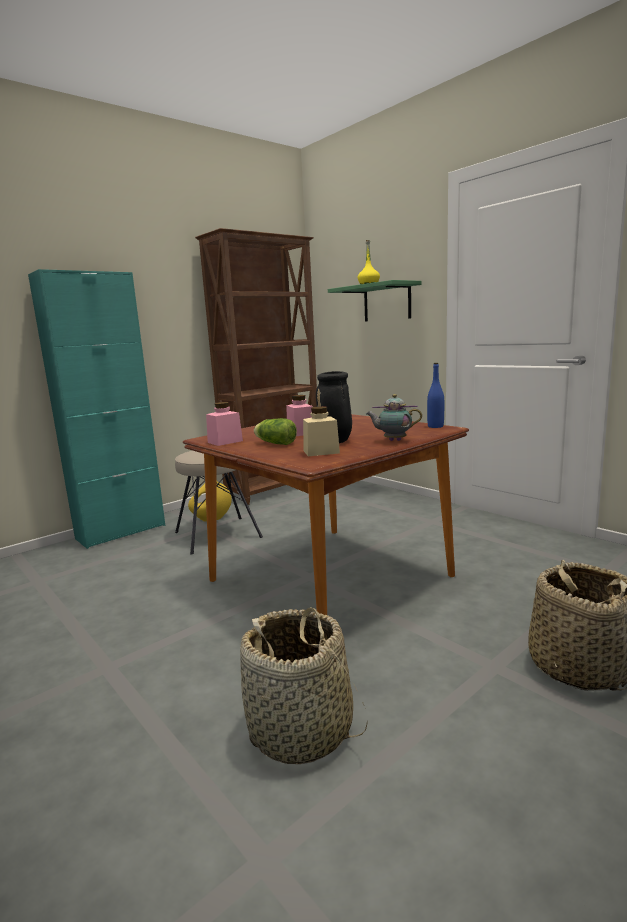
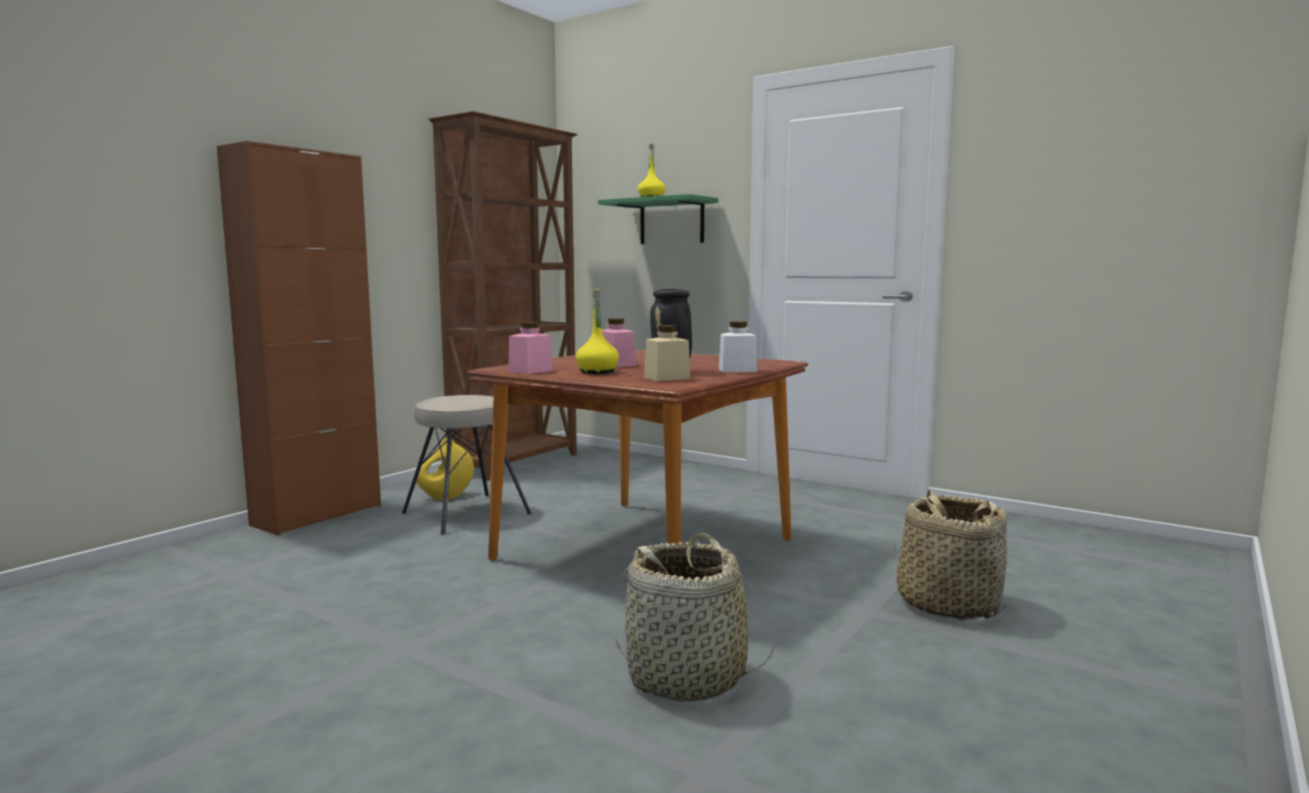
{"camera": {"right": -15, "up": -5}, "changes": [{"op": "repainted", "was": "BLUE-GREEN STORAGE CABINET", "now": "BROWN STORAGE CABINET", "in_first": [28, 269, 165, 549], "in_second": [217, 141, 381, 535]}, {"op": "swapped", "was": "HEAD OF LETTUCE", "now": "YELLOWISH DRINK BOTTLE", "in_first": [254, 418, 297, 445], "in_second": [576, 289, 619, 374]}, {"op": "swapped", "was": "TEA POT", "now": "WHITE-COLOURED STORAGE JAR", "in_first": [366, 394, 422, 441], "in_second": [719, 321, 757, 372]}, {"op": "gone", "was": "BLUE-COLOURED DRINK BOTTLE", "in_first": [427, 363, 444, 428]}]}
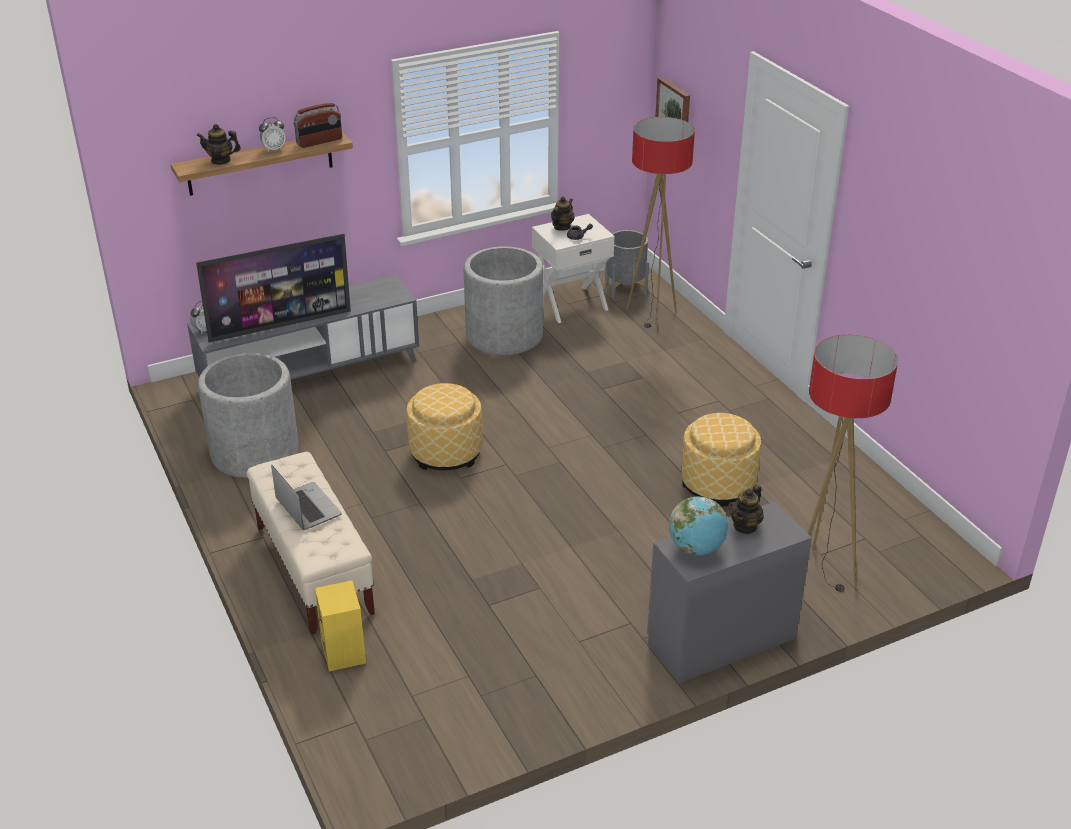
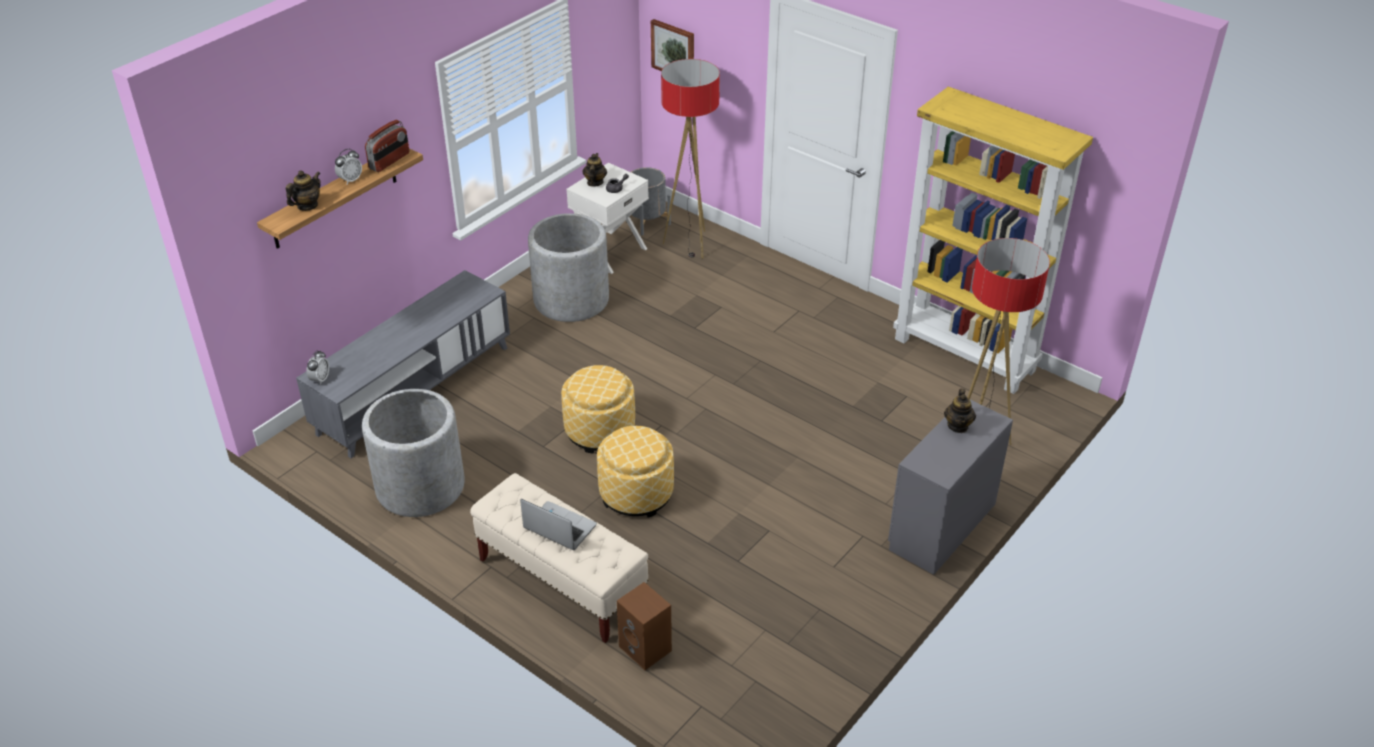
{"camera": {"right": -25, "up": 5}, "changes": [{"op": "gone", "was": "TV SET", "in_first": [196, 234, 351, 343]}, {"op": "rotated", "was": "TEA POT", "in_first": [197, 124, 241, 165], "in_second": [286, 170, 321, 211], "clockwise": 150}, {"op": "repainted", "was": "YELLOWISH AUDIO SPEAKER", "now": "BROWN AUDIO SPEAKER", "in_first": [315, 580, 366, 671], "in_second": [617, 582, 672, 670]}, {"op": "gone", "was": "DESK GLOBE", "in_first": [669, 496, 728, 556]}, {"op": "shifted", "was": "POUFFE", "in_first": [681, 413, 761, 506], "in_second": [597, 426, 674, 518]}, {"op": "new", "now": "YELLOWISH SHELVING UNIT", "in_second": [893, 87, 1093, 394]}]}
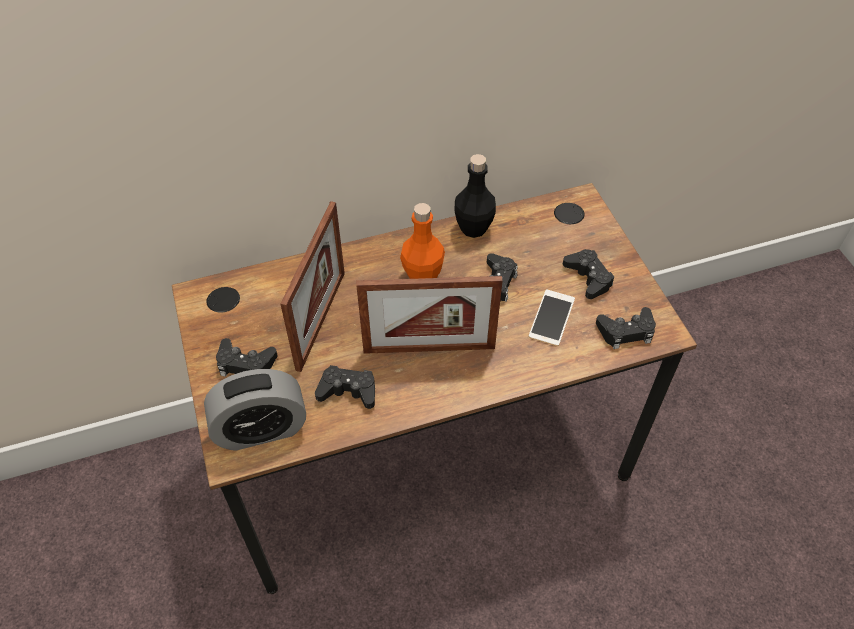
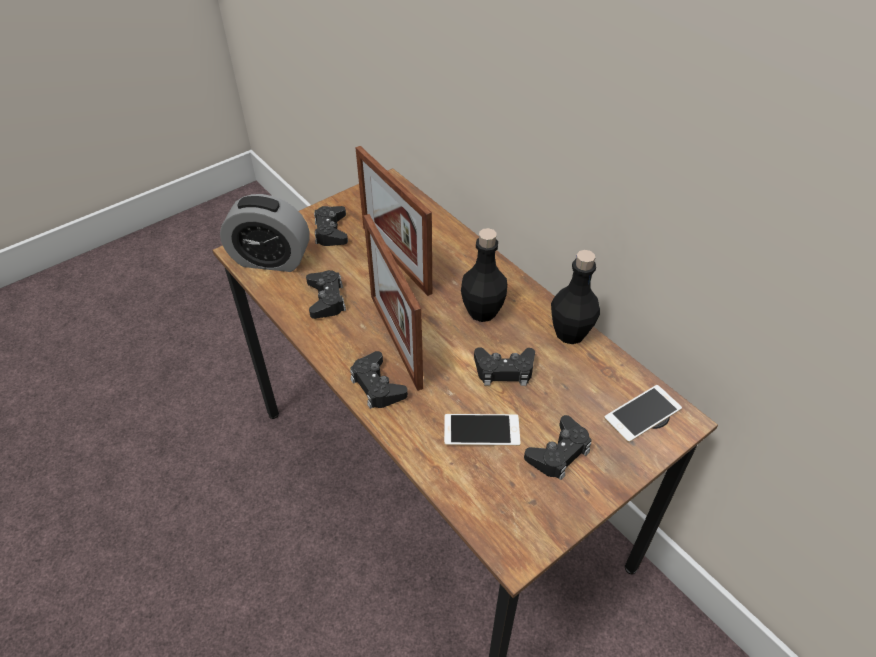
{"camera": {"right": 70, "up": -5}, "changes": [{"op": "rotated", "was": "ALARM CLOCK", "in_first": [204, 369, 306, 451], "in_second": [220, 194, 310, 272], "clockwise": -45}, {"op": "rotated", "was": "PICTURE FRAME", "in_first": [280, 201, 345, 372], "in_second": [355, 146, 432, 296], "clockwise": 60}, {"op": "repainted", "was": "ORANGE DRINK BOTTLE", "now": "BLACK DRINK BOTTLE", "in_first": [400, 203, 445, 279], "in_second": [461, 228, 507, 322]}, {"op": "shifted", "was": "BLACK GAME CONTROLLER", "in_first": [596, 307, 656, 349], "in_second": [350, 351, 408, 409]}, {"op": "new", "now": "HANDSET", "in_second": [604, 385, 682, 442]}]}
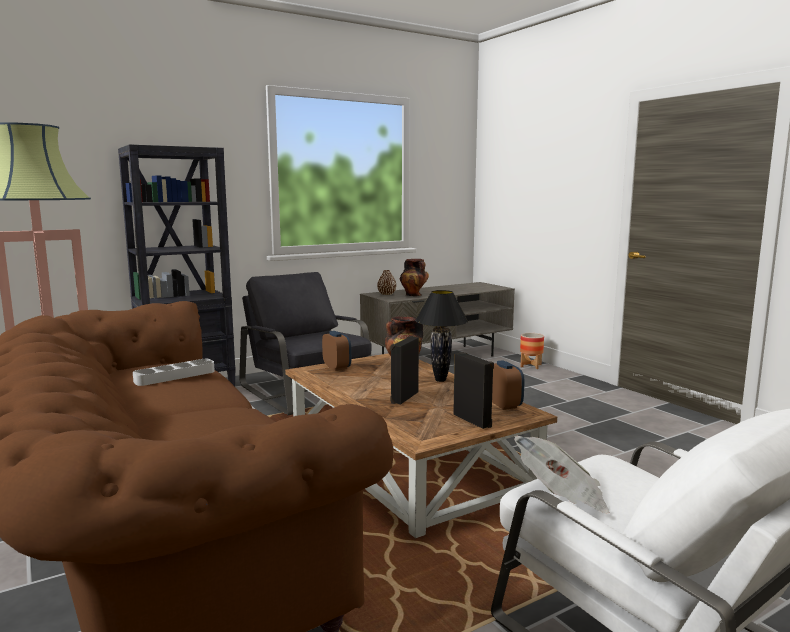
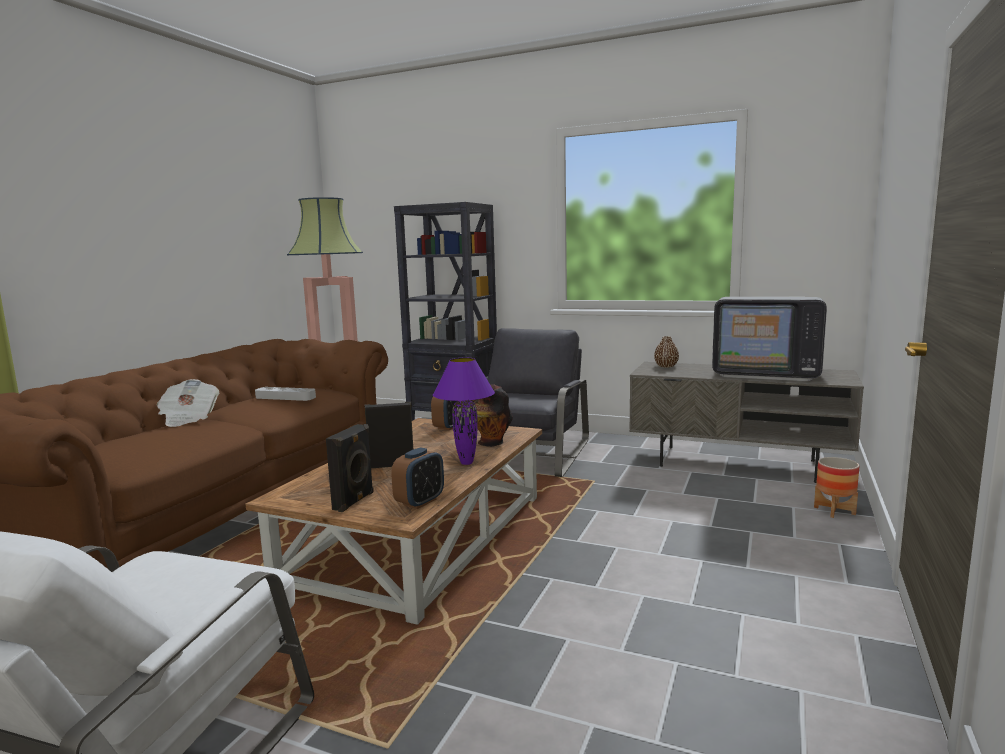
{"camera": {"right": 55, "up": 0}, "changes": [{"op": "gone", "was": "VASE", "in_first": [400, 259, 429, 296]}, {"op": "repainted", "was": "BLACK TABLE LAMP", "now": "PURPLE TABLE LAMP", "in_first": [415, 290, 468, 382], "in_second": [433, 358, 495, 465]}, {"op": "shifted", "was": "DAILY PAPER", "in_first": [514, 436, 610, 513], "in_second": [157, 379, 219, 427]}, {"op": "new", "now": "TV SET", "in_second": [712, 297, 827, 381]}]}
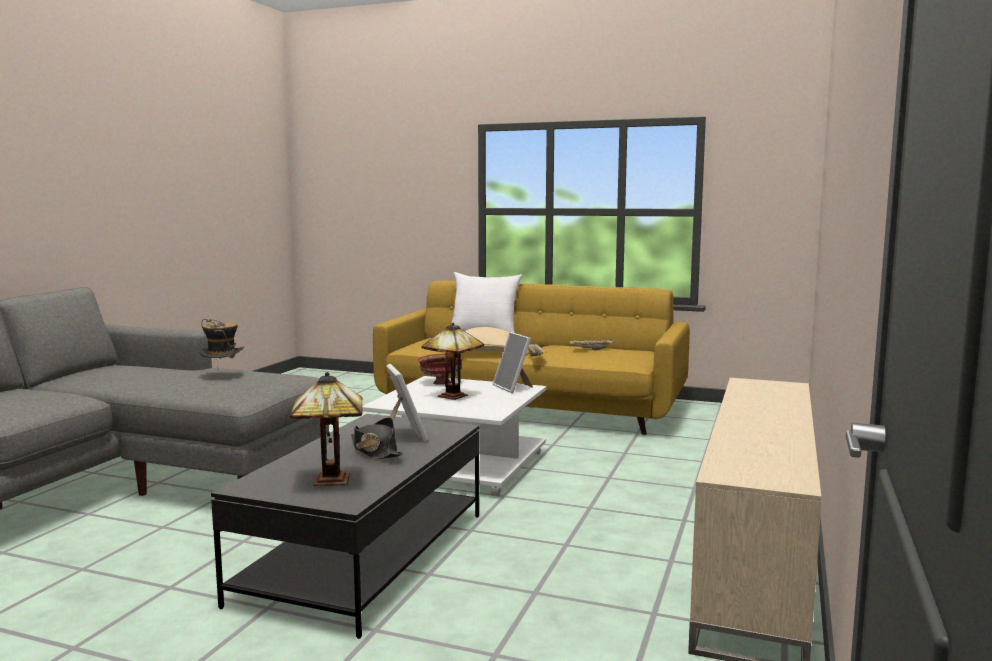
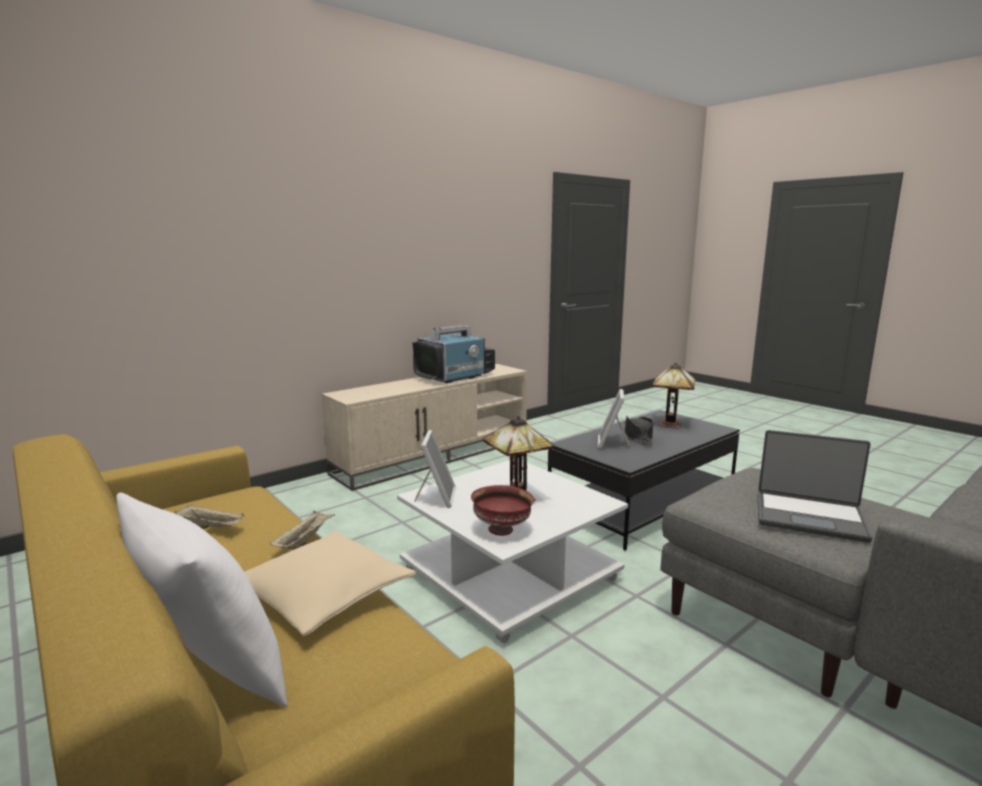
{"camera": {"right": -150, "up": 5}, "changes": [{"op": "swapped", "was": "CLOTHING HAT", "now": "NOTEBOOK COMPUTER", "in_first": [198, 319, 244, 368], "in_second": [758, 430, 872, 543]}, {"op": "new", "now": "TV SET", "in_second": [413, 325, 495, 383]}]}
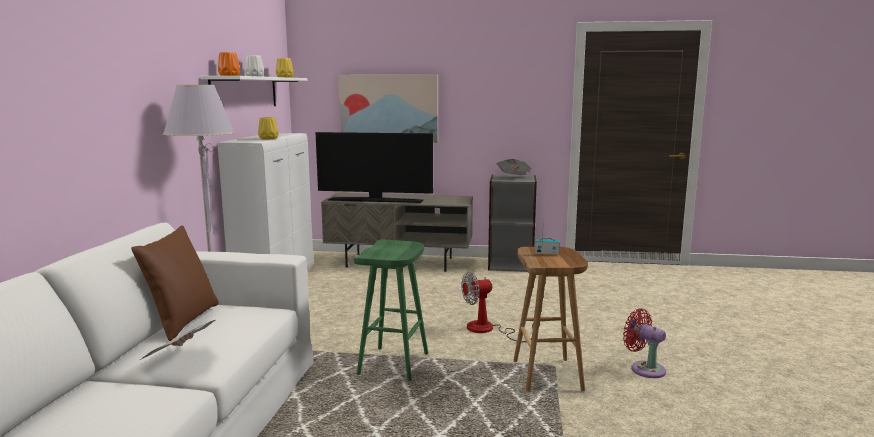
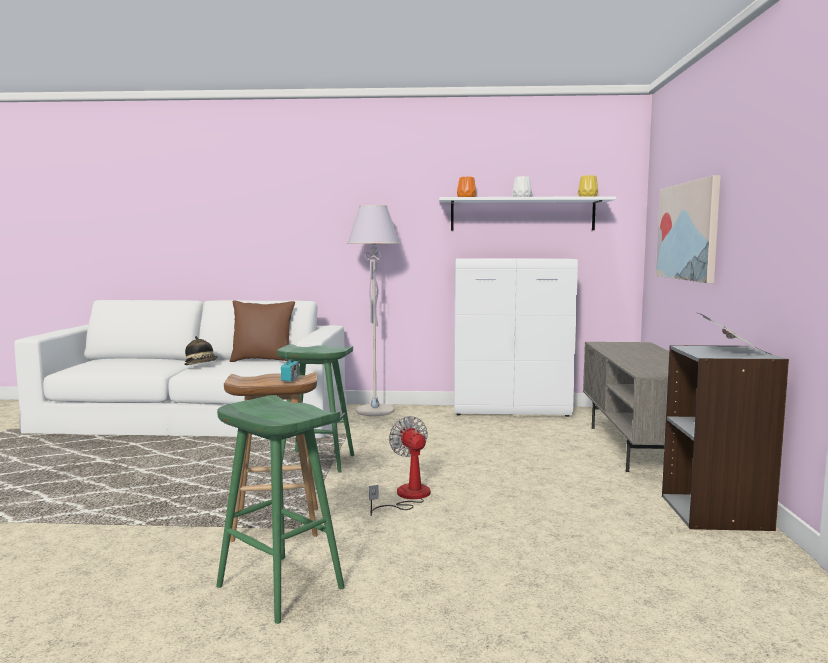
{"camera": {"right": 85, "up": -5}, "changes": [{"op": "swapped", "was": "DAILY PAPER", "now": "CLOTHING HAT", "in_first": [140, 320, 215, 360], "in_second": [184, 336, 218, 365]}, {"op": "gone", "was": "YELLOWISH VASE", "in_first": [258, 117, 279, 139]}, {"op": "gone", "was": "TV SET", "in_first": [316, 132, 433, 203]}, {"op": "swapped", "was": "RED-COLOURED COOLING FAN", "now": "GREEN SITTING STOOL", "in_first": [623, 309, 666, 378], "in_second": [216, 395, 345, 624]}]}
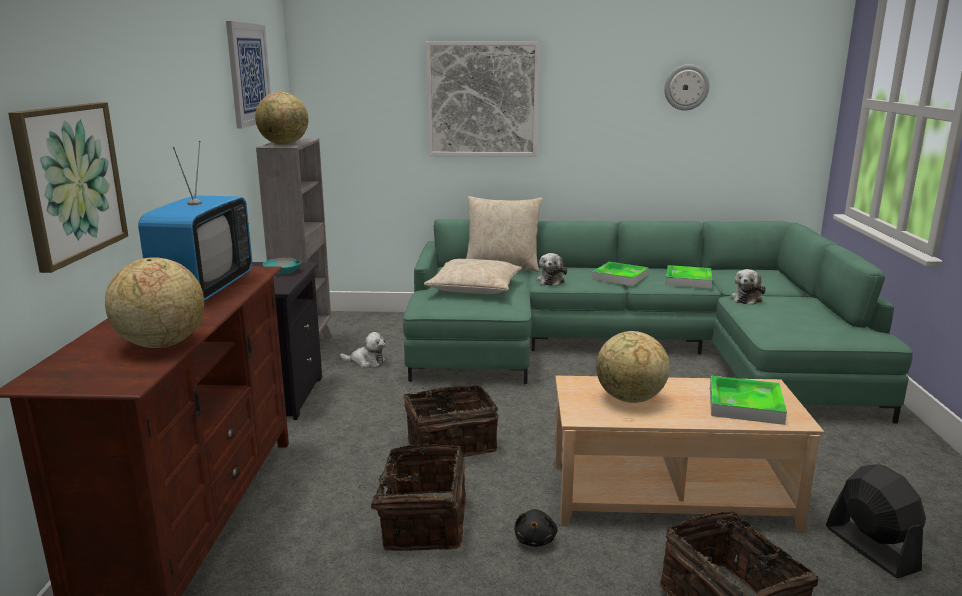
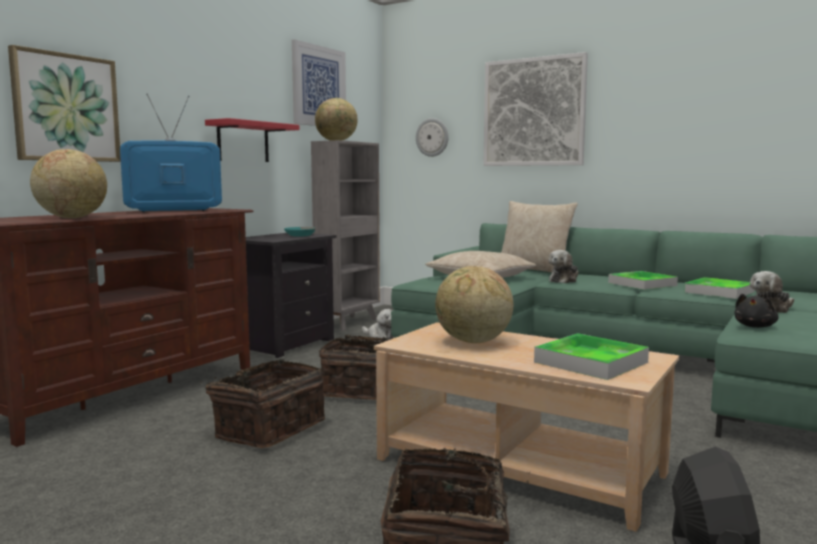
{"camera": {"right": 30, "up": -10}, "changes": [{"op": "rotated", "was": "TV SET", "in_first": [138, 141, 252, 301], "in_second": [120, 94, 222, 212], "clockwise": -150}, {"op": "shifted", "was": "BLACK PLUSH TOY", "in_first": [514, 509, 557, 547], "in_second": [734, 294, 779, 328]}, {"op": "shifted", "was": "CLOCK ON THE WALL", "in_first": [664, 64, 710, 111], "in_second": [416, 118, 448, 157]}, {"op": "new", "now": "RED-COLOURED SHELF", "in_second": [205, 118, 299, 162]}]}
